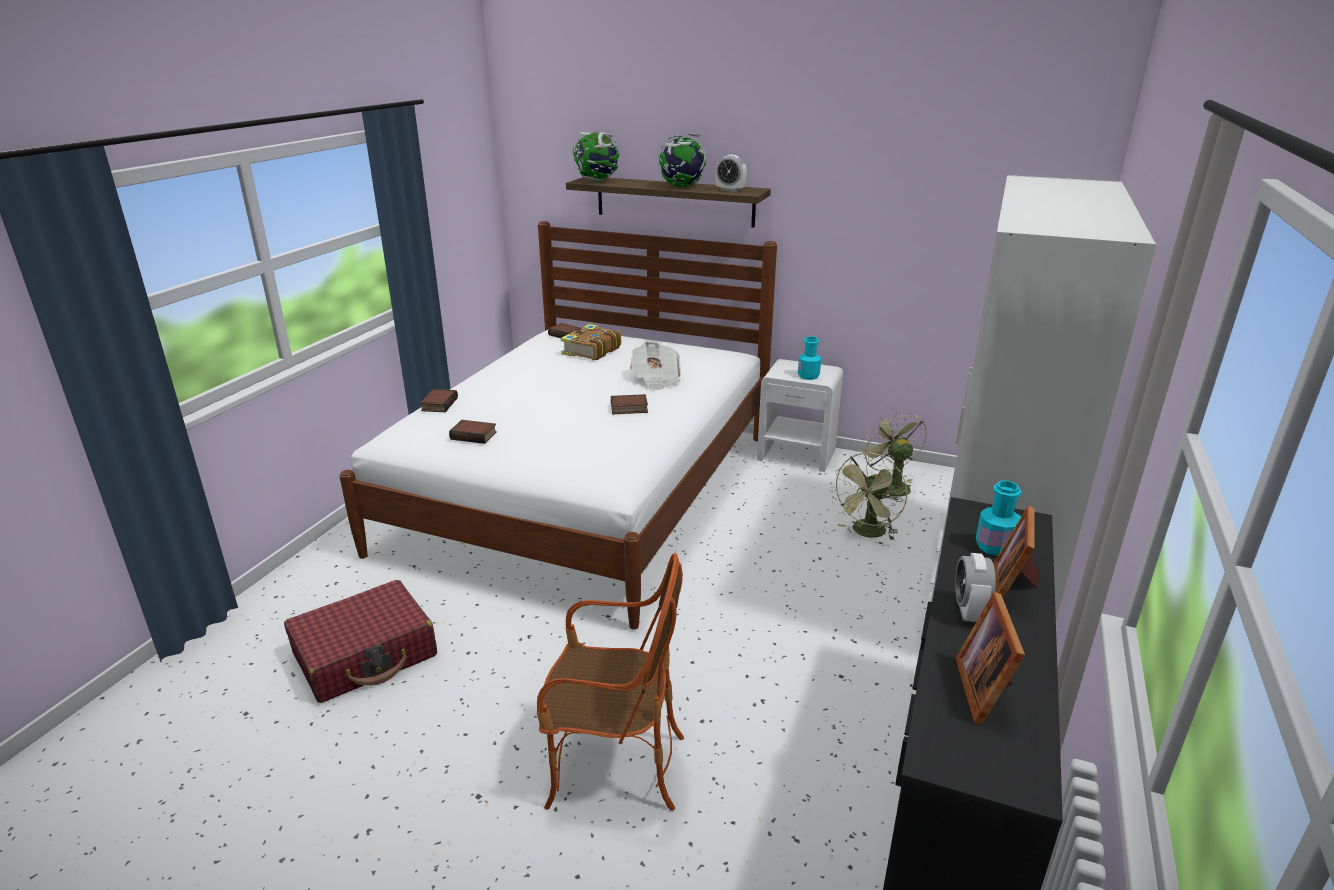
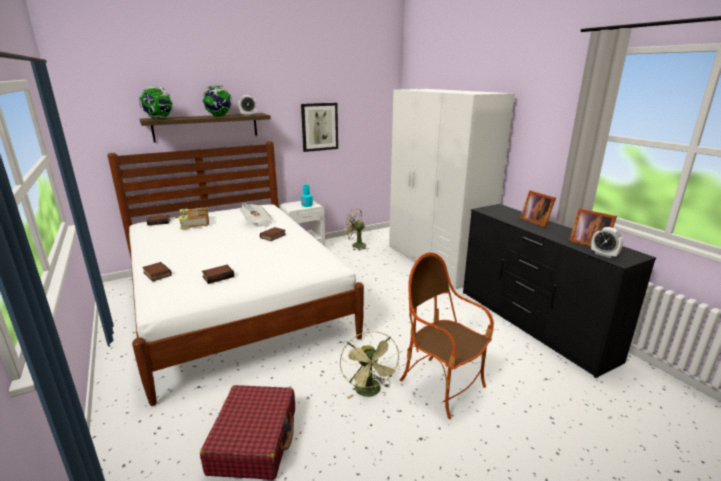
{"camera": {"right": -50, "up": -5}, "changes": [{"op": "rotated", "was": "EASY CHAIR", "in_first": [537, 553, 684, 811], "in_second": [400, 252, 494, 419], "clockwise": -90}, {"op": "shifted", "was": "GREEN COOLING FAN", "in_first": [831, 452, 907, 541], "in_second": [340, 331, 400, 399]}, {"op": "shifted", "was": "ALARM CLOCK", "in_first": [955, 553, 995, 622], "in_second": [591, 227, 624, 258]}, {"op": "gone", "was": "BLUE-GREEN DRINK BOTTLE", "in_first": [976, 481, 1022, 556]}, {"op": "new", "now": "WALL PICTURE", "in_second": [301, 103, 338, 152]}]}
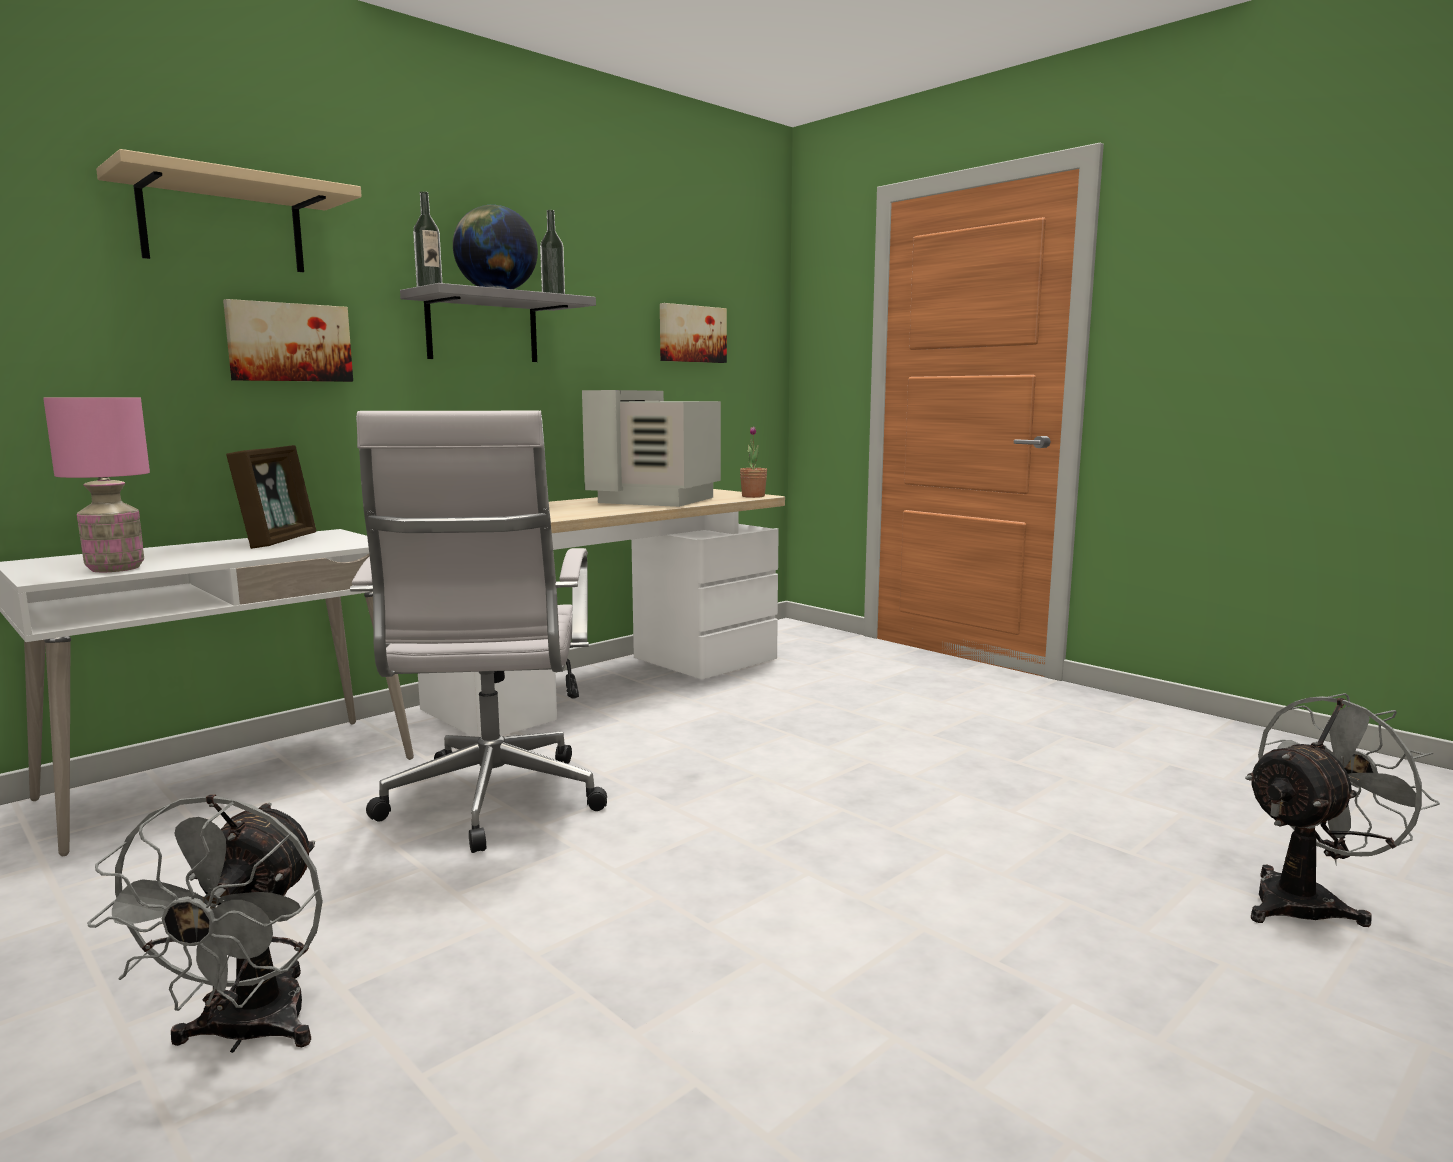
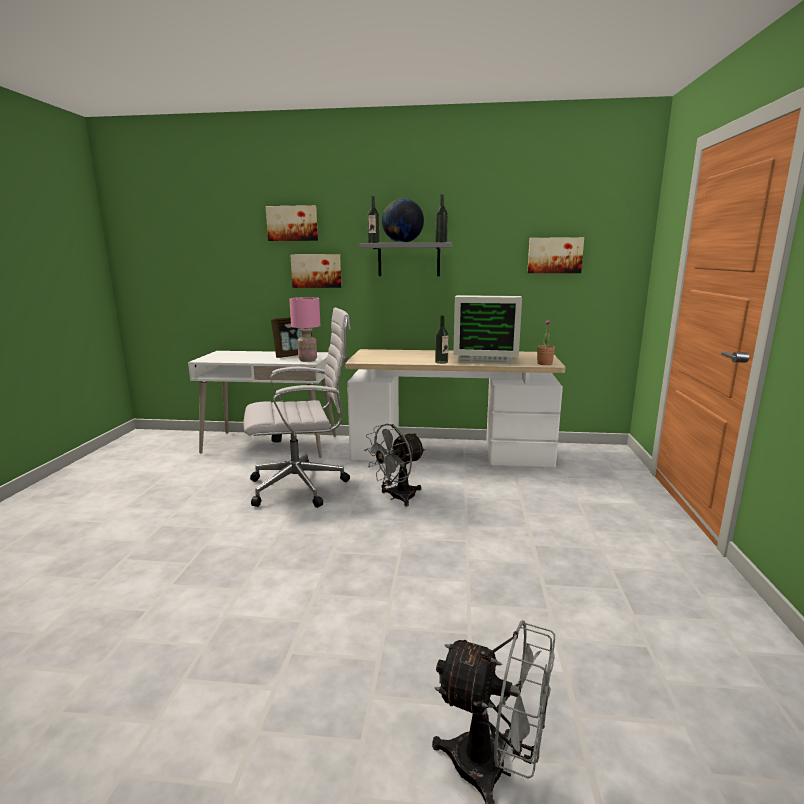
{"camera": {"right": 50, "up": 5}, "changes": [{"op": "shifted", "was": "PINK TABLE LAMP", "in_first": [43, 397, 150, 572], "in_second": [289, 297, 321, 362]}, {"op": "shifted", "was": "GRAY COOLING FAN", "in_first": [87, 795, 323, 1053], "in_second": [364, 424, 426, 506]}, {"op": "swapped", "was": "BEIGE-COLOURED SHELF", "now": "WALL PICTURE", "in_first": [96, 149, 362, 272], "in_second": [266, 205, 318, 241]}, {"op": "rotated", "was": "WHITE-COLOURED COMPUTER CHAIR", "in_first": [350, 411, 607, 853], "in_second": [243, 307, 350, 508], "clockwise": -150}, {"op": "rotated", "was": "COMPUTER DISPLAY", "in_first": [582, 390, 721, 507], "in_second": [453, 295, 522, 364], "clockwise": -150}, {"op": "new", "now": "DRINK BOTTLE", "in_second": [435, 315, 449, 364]}]}
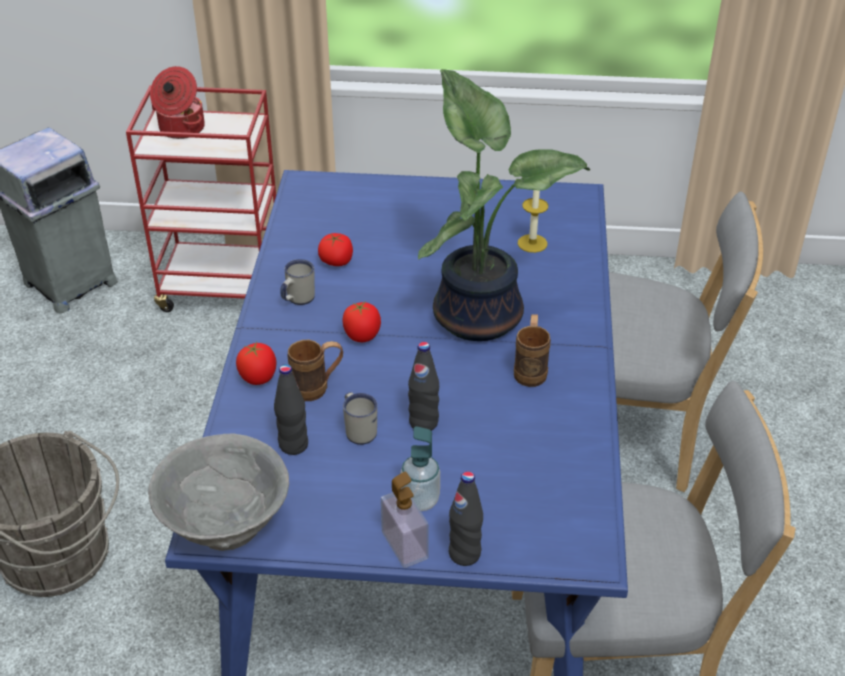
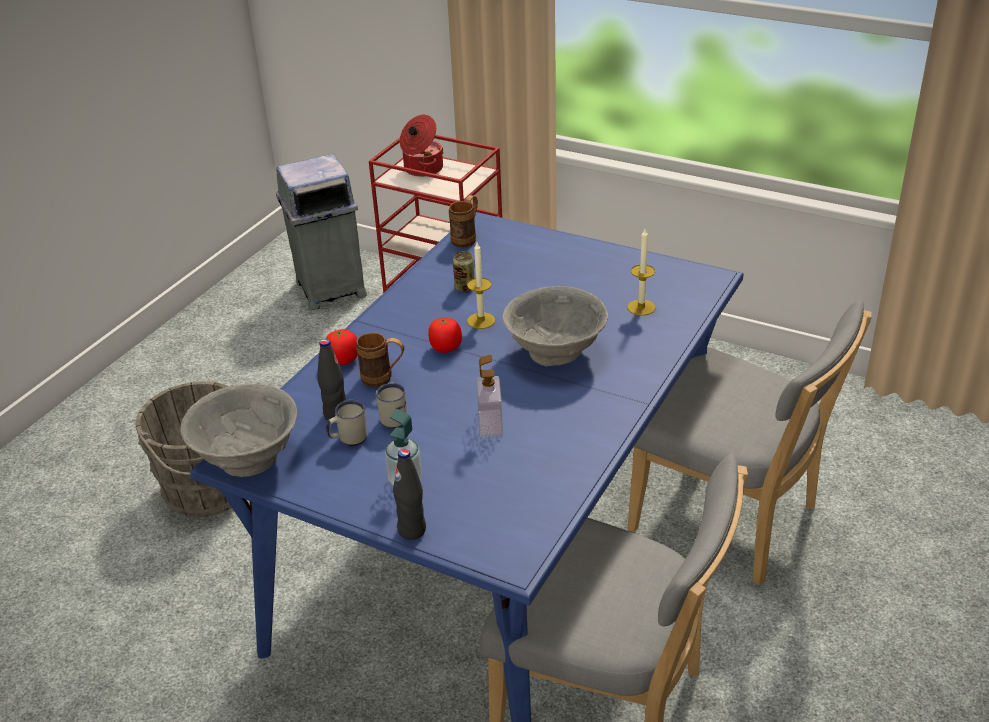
{"camera": {"right": 25, "up": -5}, "changes": [{"op": "shifted", "was": "WHITE-COLOURED MUG", "in_first": [280, 259, 315, 305], "in_second": [326, 400, 367, 446]}, {"op": "swapped", "was": "FRESH TOMATO", "now": "SEALED CAN", "in_first": [318, 233, 353, 266], "in_second": [453, 251, 474, 292]}, {"op": "shifted", "was": "SOAP BOTTLE", "in_first": [381, 472, 429, 568], "in_second": [476, 355, 503, 437]}, {"op": "gone", "was": "BLACK DRINK BOTTLE", "in_first": [408, 342, 439, 431]}, {"op": "swapped", "was": "POTTED PLANT", "now": "GRAY BOWL", "in_first": [418, 69, 590, 341], "in_second": [502, 286, 608, 366]}, {"op": "shifted", "was": "BROWN MUG", "in_first": [514, 314, 551, 387], "in_second": [449, 195, 478, 247]}, {"op": "new", "now": "WAX CANDLE", "in_second": [467, 242, 495, 329]}]}
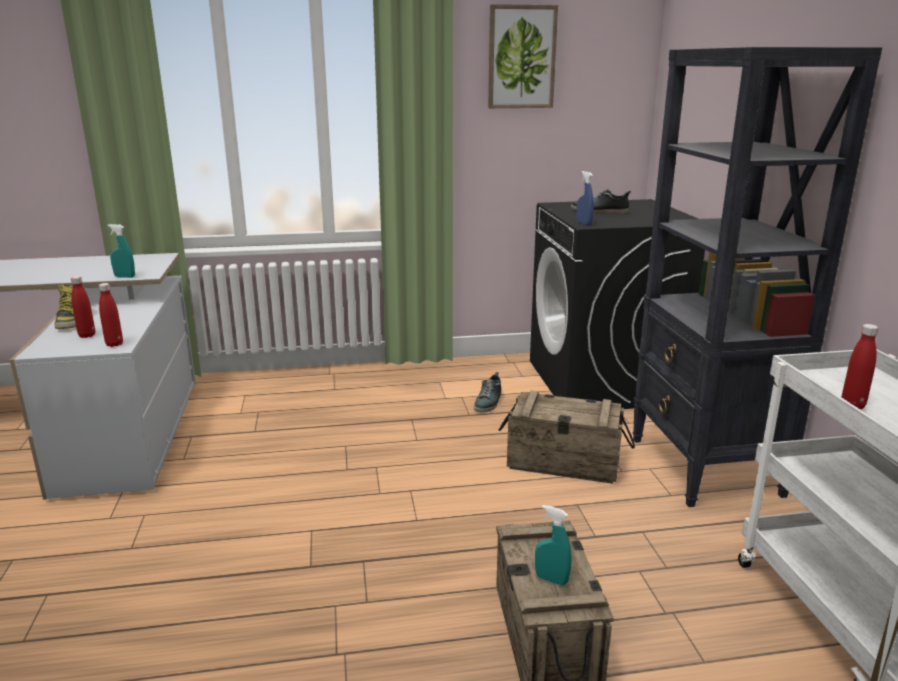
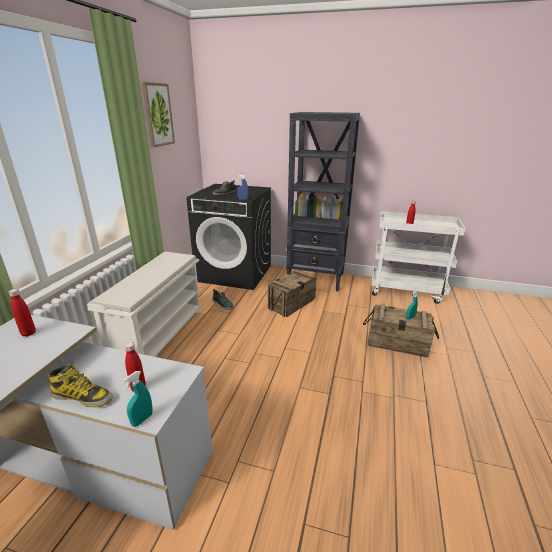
{"camera": {"right": -65, "up": 5}, "changes": [{"op": "shifted", "was": "RED-COLOURED DRINK BOTTLE", "in_first": [98, 283, 123, 347], "in_second": [9, 289, 36, 337]}, {"op": "shifted", "was": "BLUE-GREEN SPRAYER", "in_first": [107, 224, 135, 278], "in_second": [123, 371, 153, 427]}, {"op": "new", "now": "WHITE-COLOURED SHOE RACK", "in_second": [87, 252, 201, 357]}]}
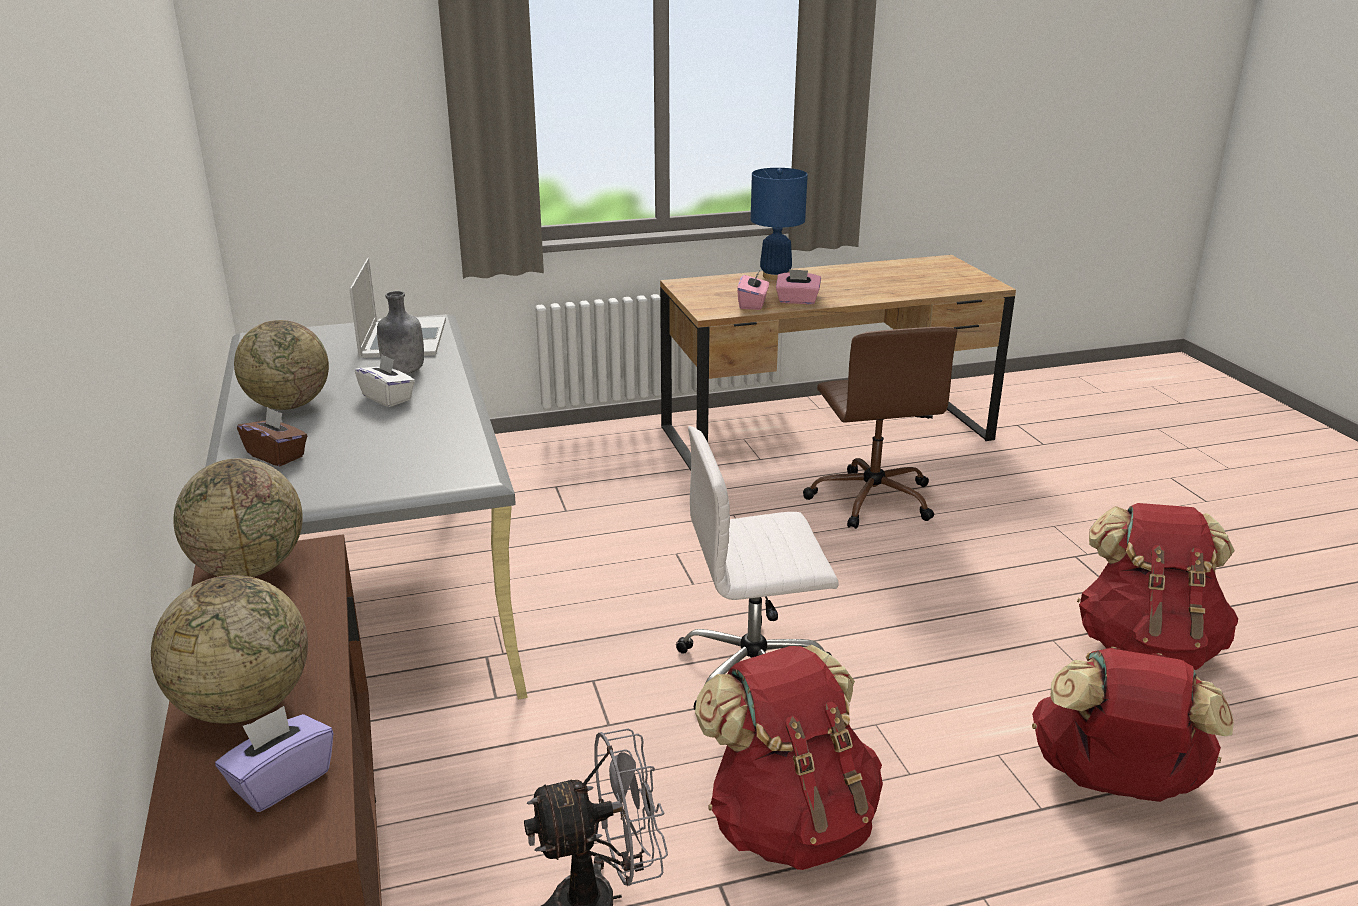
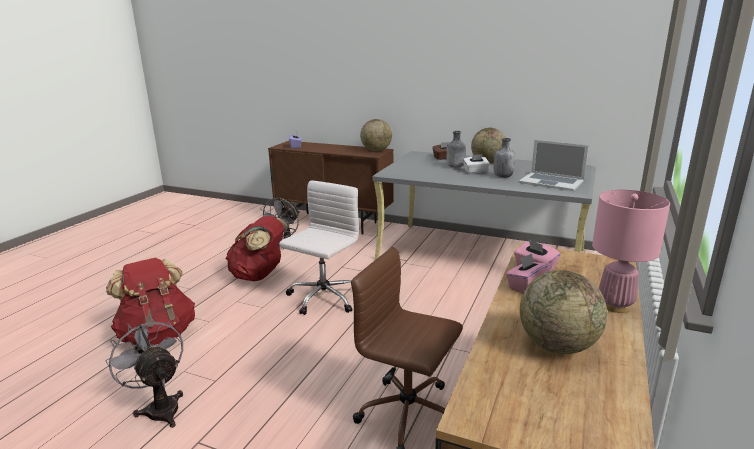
{"camera": {"right": 130, "up": -5}, "changes": [{"op": "shifted", "was": "DESK GLOBE", "in_first": [151, 575, 308, 724], "in_second": [520, 270, 607, 354]}, {"op": "repainted", "was": "BLUE-COLOURED TABLE LAMP", "now": "PINK TABLE LAMP", "in_first": [750, 168, 808, 280], "in_second": [592, 190, 670, 313]}, {"op": "swapped", "was": "RED-COLOURED KNAPSACK", "now": "GRAY COOLING FAN", "in_first": [1077, 503, 1238, 670], "in_second": [106, 317, 183, 428]}, {"op": "new", "now": "GRAY DRINK BOTTLE", "in_second": [446, 131, 466, 168]}]}
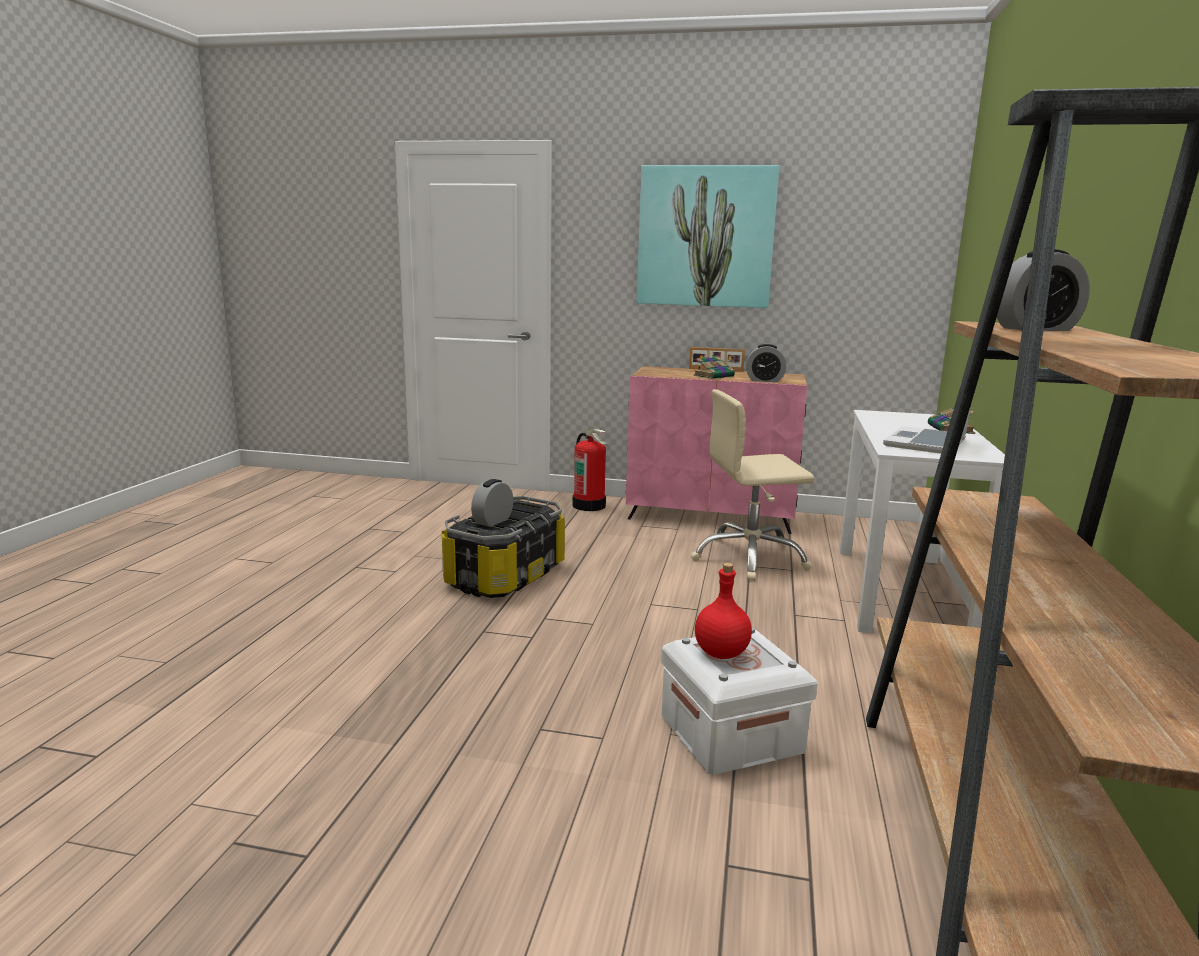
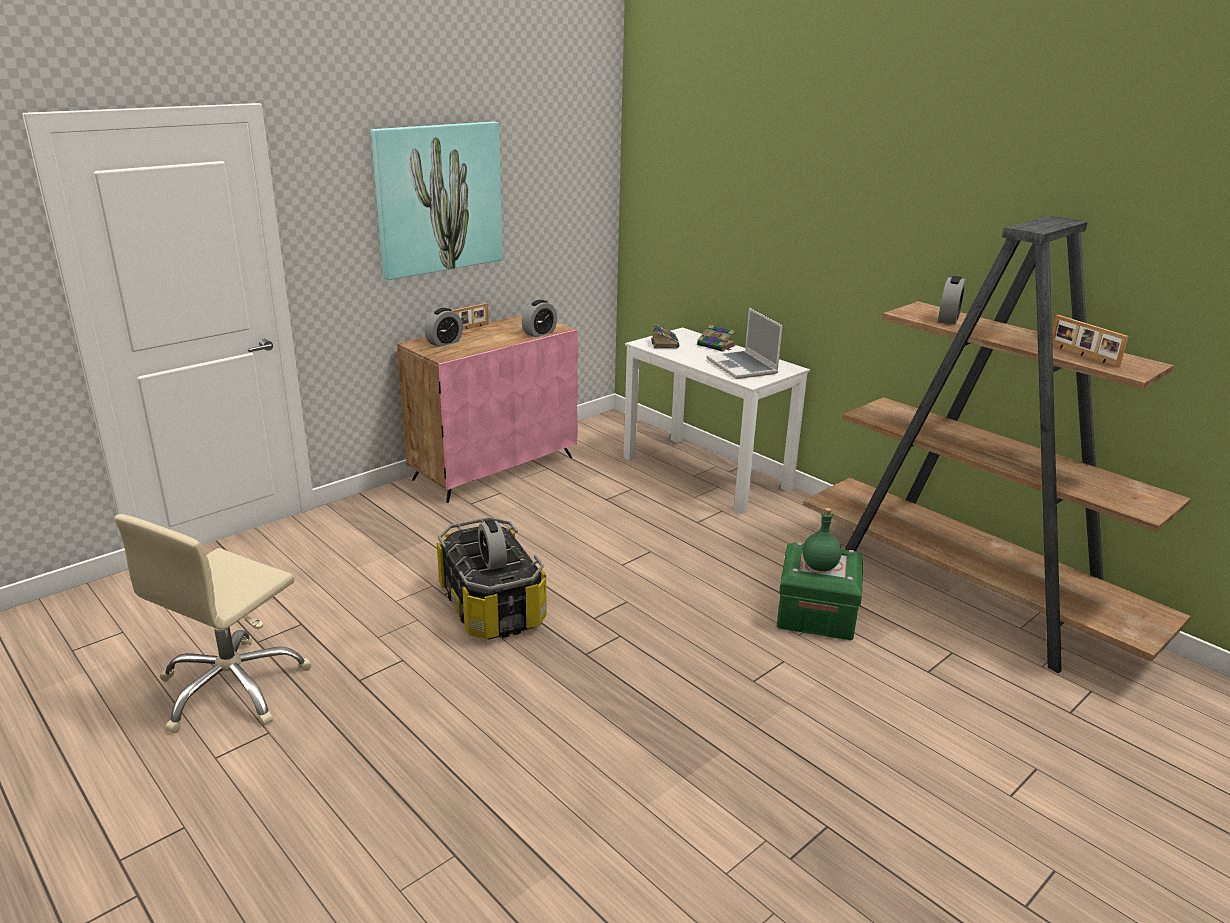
{"camera": {"right": -55, "up": 10}, "changes": [{"op": "gone", "was": "FIRE-FIGHTING CYLINDER", "in_first": [573, 429, 607, 511]}, {"op": "repainted", "was": "WHITE-COLOURED STORAGE CONTAINER", "now": "GREEN STORAGE CONTAINER", "in_first": [661, 627, 818, 775], "in_second": [777, 542, 863, 640]}, {"op": "shifted", "was": "BEIGE-COLOURED COMPUTER CHAIR", "in_first": [691, 389, 814, 581], "in_second": [115, 514, 311, 733]}, {"op": "shifted", "was": "VOLUME", "in_first": [693, 357, 735, 379], "in_second": [651, 323, 679, 349]}, {"op": "repainted", "was": "RED-COLOURED DRINK BOTTLE", "now": "GREEN DRINK BOTTLE", "in_first": [695, 563, 752, 659], "in_second": [803, 508, 841, 571]}, {"op": "new", "now": "ALARM CLOCK", "in_second": [424, 308, 463, 347]}, {"op": "new", "now": "PICTURE FRAME", "in_second": [1052, 315, 1129, 368]}]}
